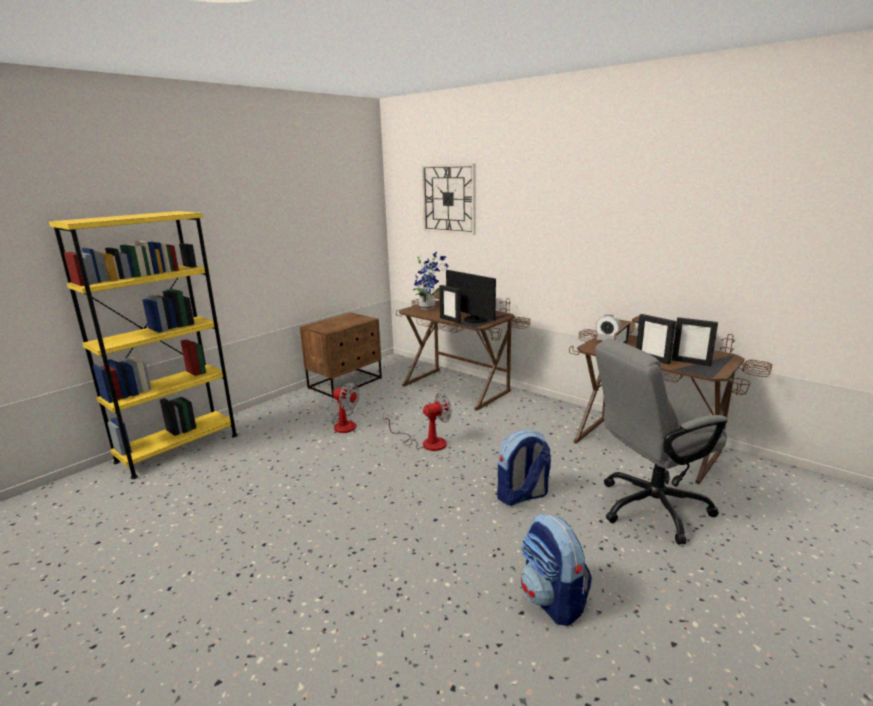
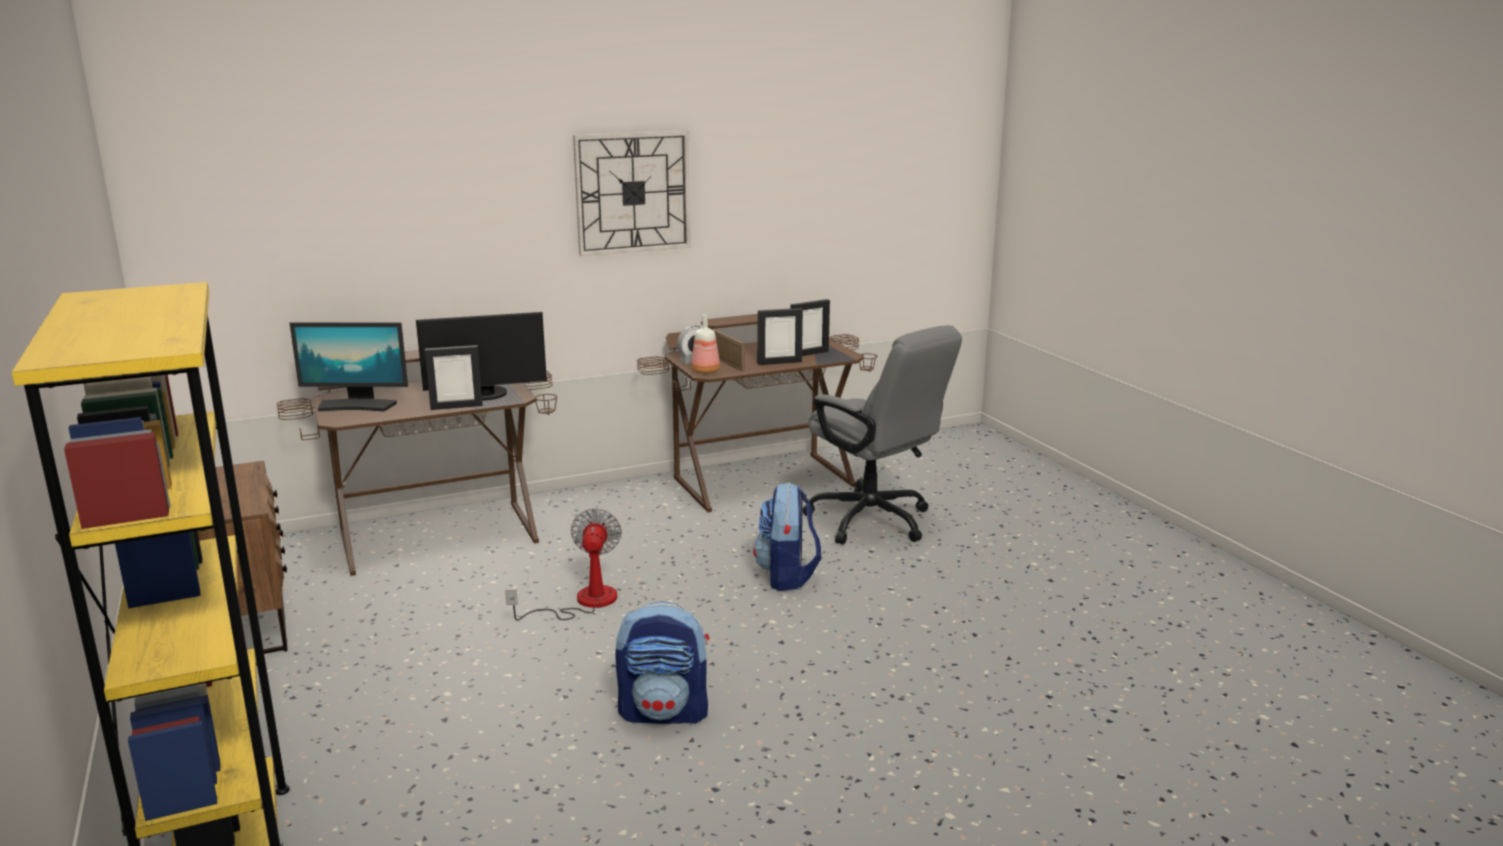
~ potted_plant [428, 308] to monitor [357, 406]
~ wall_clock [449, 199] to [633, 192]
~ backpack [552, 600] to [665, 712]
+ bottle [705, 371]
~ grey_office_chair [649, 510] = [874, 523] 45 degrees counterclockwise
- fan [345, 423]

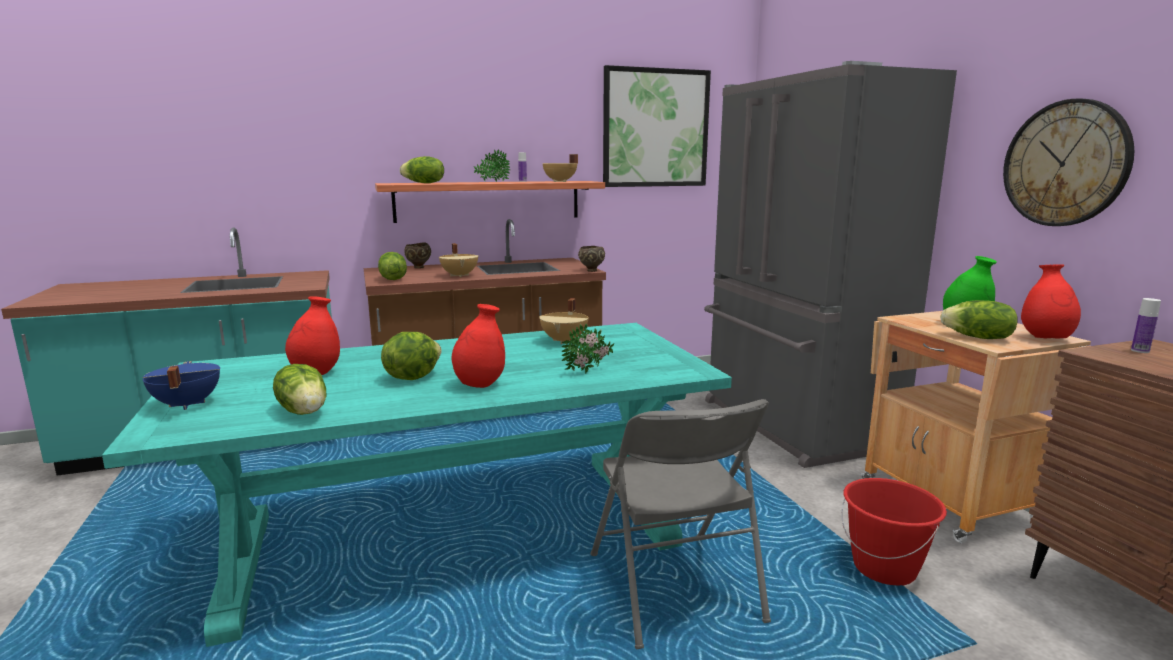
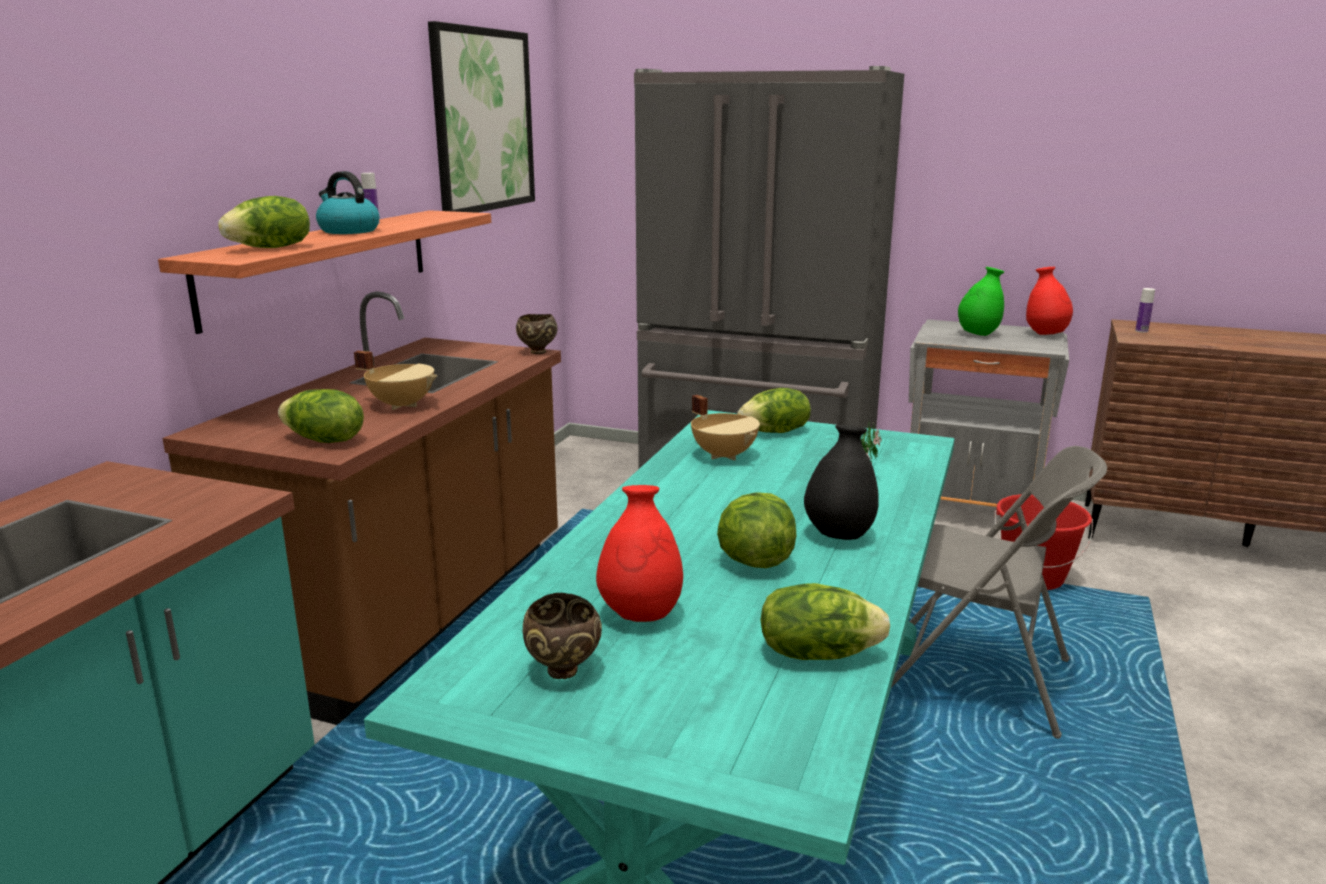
~ potted_plant [492, 182] to kettle [348, 231]
~ brown_bowl [418, 267] to [564, 672]
~ lettuce [978, 338] to [775, 432]
~ red_vase [480, 385] to black_vase [839, 535]
~ brown_cart [950, 504] to grey_cart [971, 508]
- blue_cooking_pot [185, 405]
- beige_cooking_pot [559, 181]
- wall_clock [1065, 163]

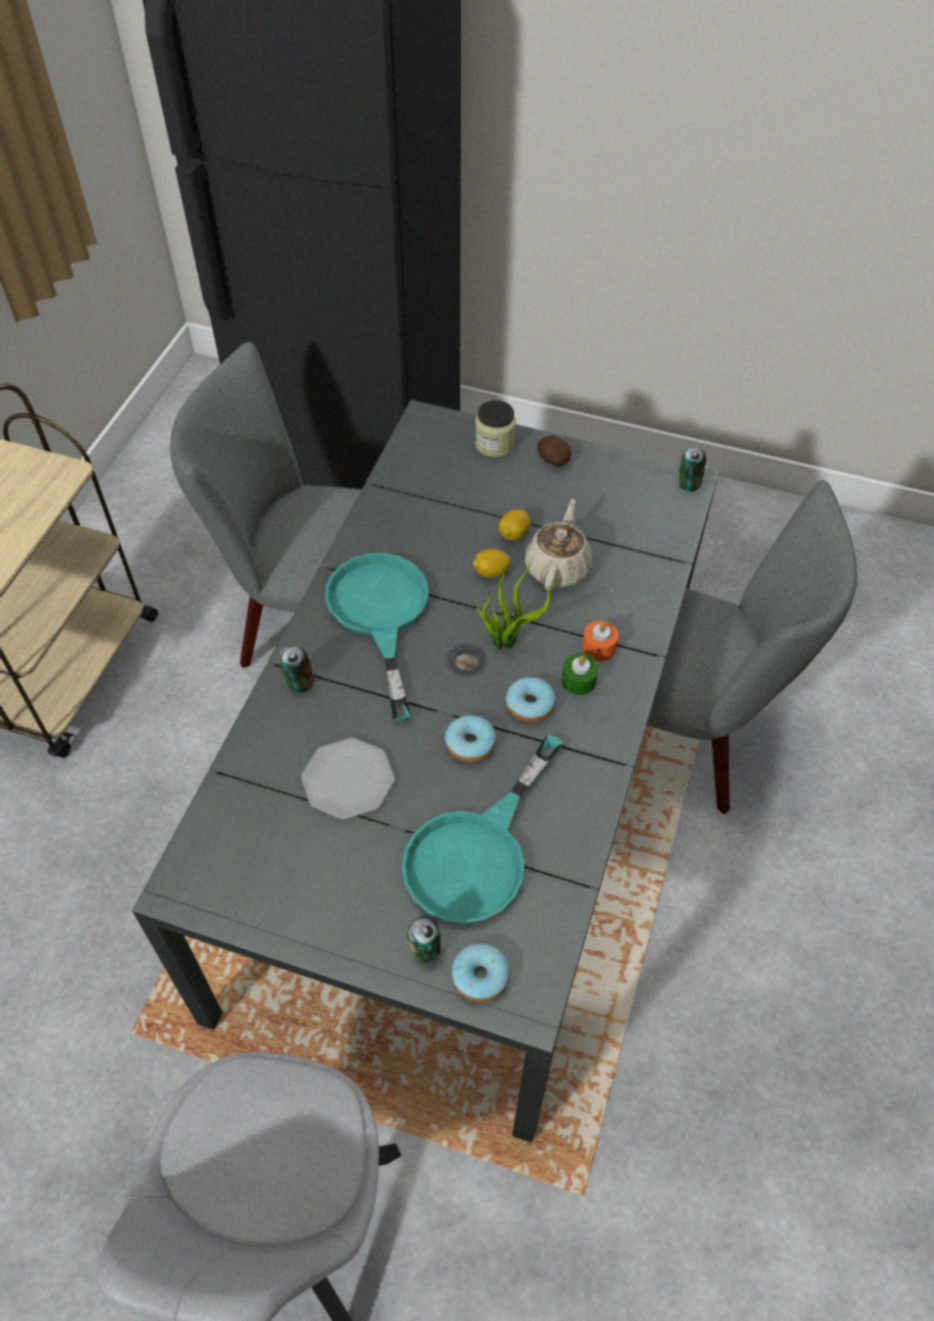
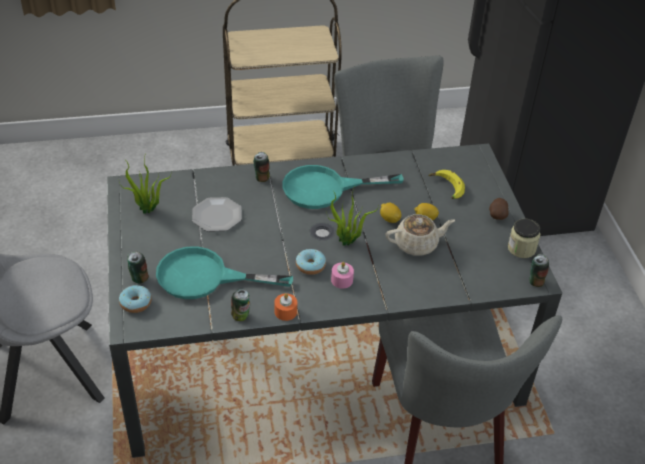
+ potted_plant [148, 210]
+ can [241, 316]
~ orange_candle [599, 647] to [285, 312]
~ turquoise_frying_pan [380, 615] = [325, 189] 150 degrees counterclockwise
~ green_candle [578, 680] to pink_candle [342, 280]
+ banana [446, 188]
~ jar [494, 444] to [521, 248]
- donut [470, 744]

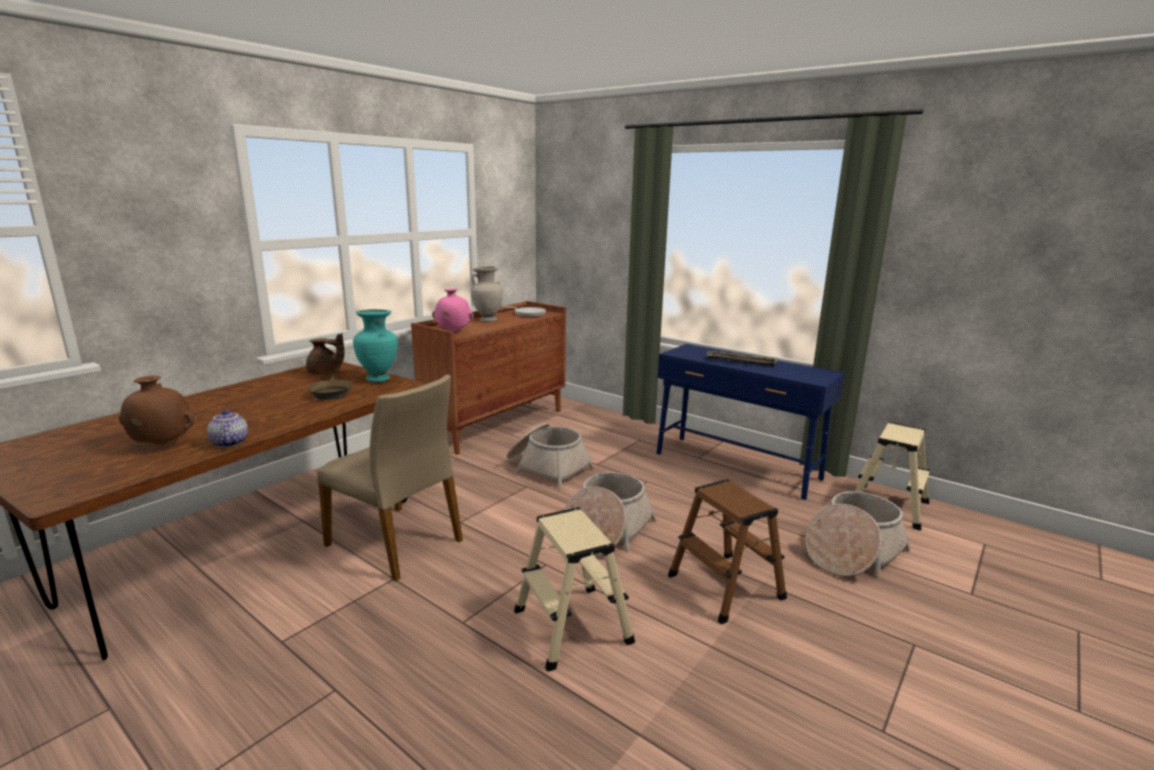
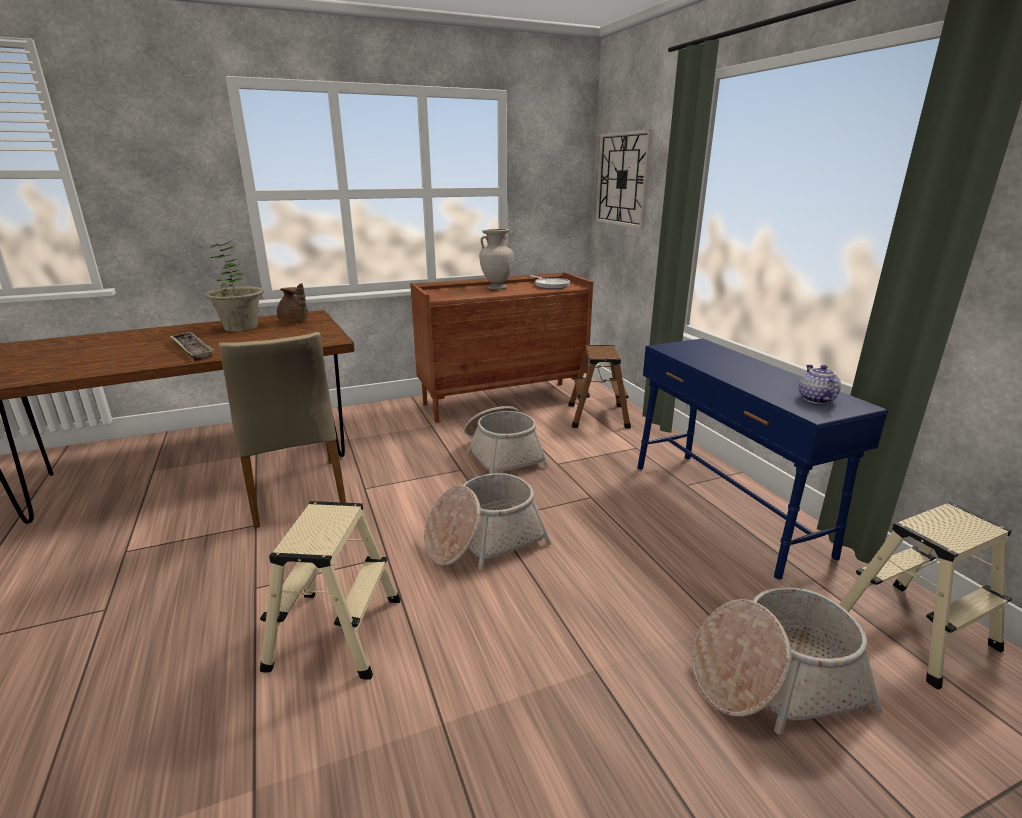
~ tray [741, 362] to [192, 350]
+ potted_plant [241, 327]
~ brown_step_ladder [726, 586] to [598, 416]
+ wall_clock [623, 179]
~ teapot [229, 443] to [815, 399]
- brown_vase [161, 444]
- brown_frying_pan [330, 393]
- turquoise_vase [379, 379]
- pink_vase [453, 331]

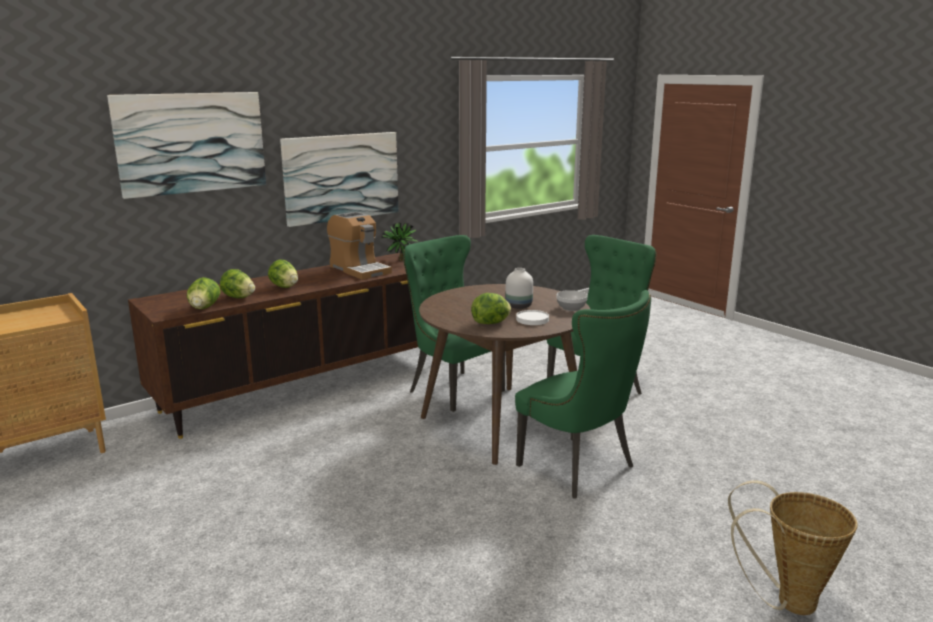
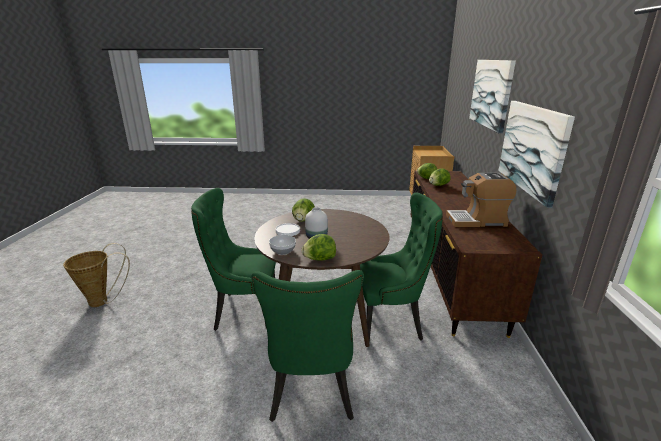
~ lettuce [284, 287] to [319, 259]
- potted_plant [401, 261]

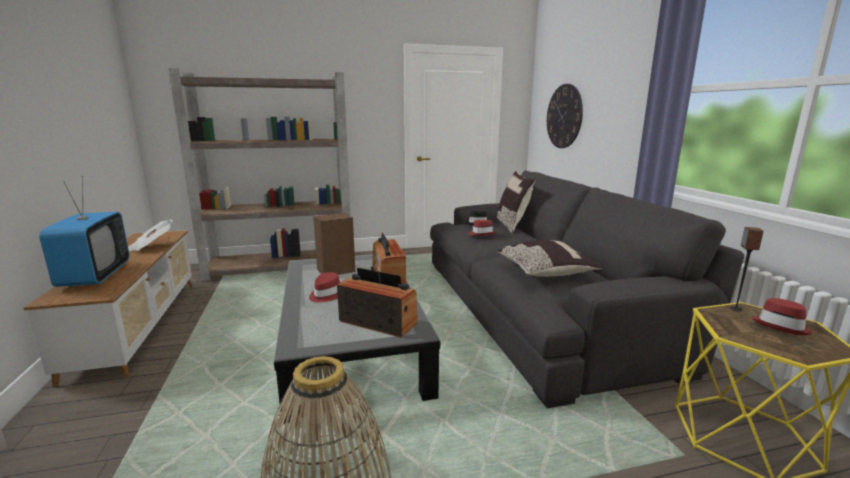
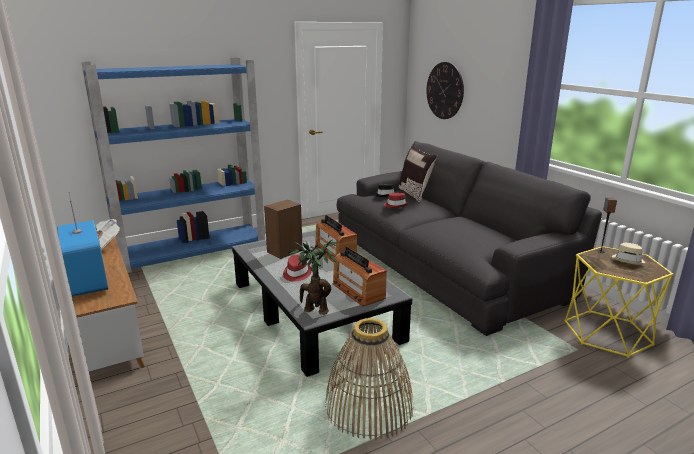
~ brown_bookcase [282, 266] to blue_bookcase [193, 250]
+ potted_plant [314, 309]
~ radio [378, 322] = [358, 291] 135 degrees counterclockwise
~ red_hat [781, 326] to beige_hat [628, 260]
- pillow [545, 271]

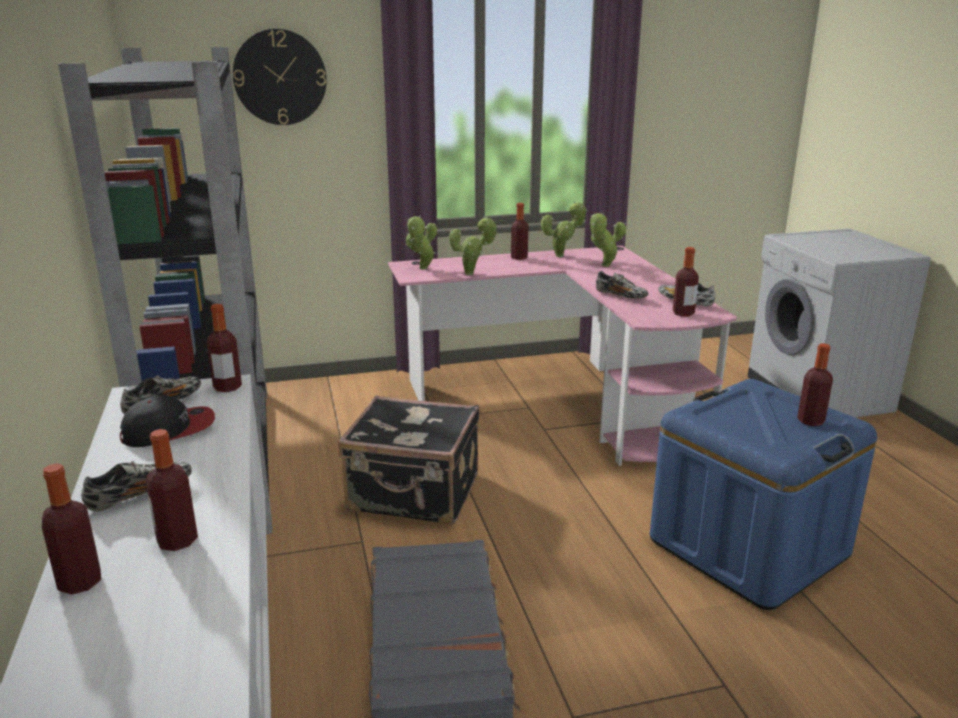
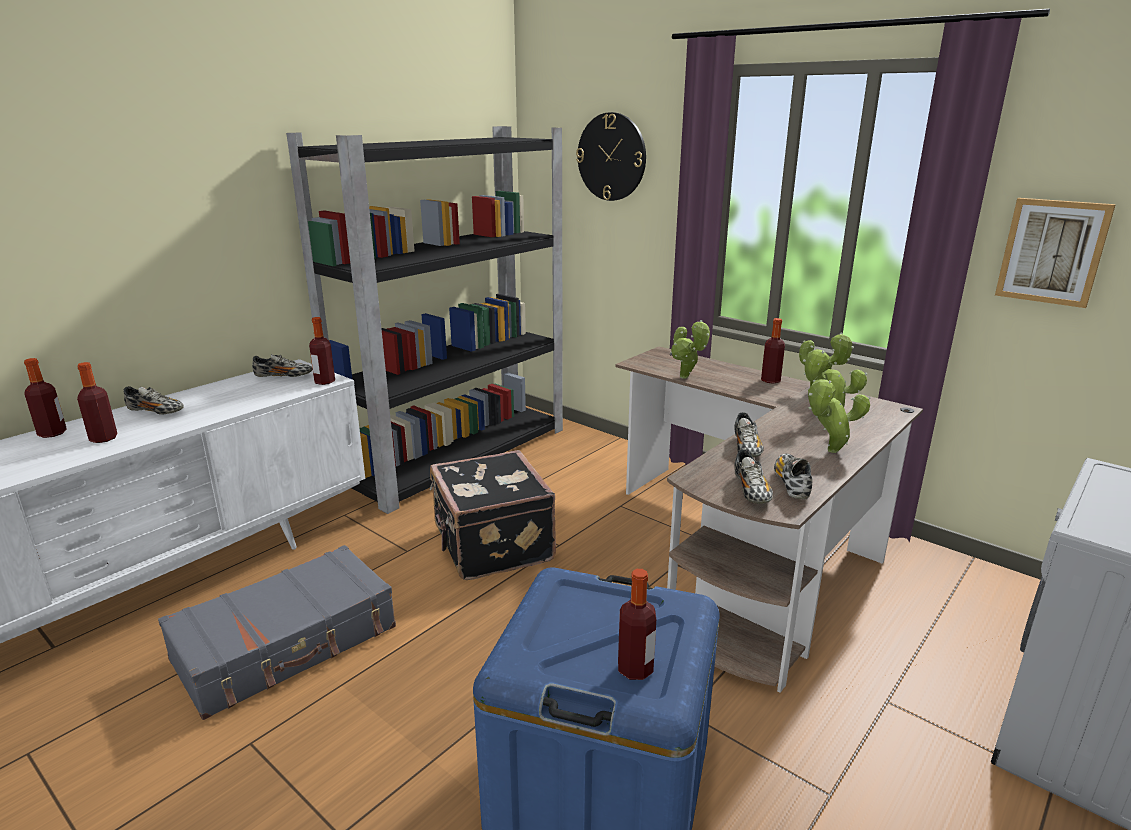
~ pink_desk [567, 400] to brown_desk [751, 556]
~ bottle [683, 313] to shoe [751, 492]
~ potted_plant [422, 269] to [829, 451]
+ picture [1052, 251]
- cap [169, 430]

